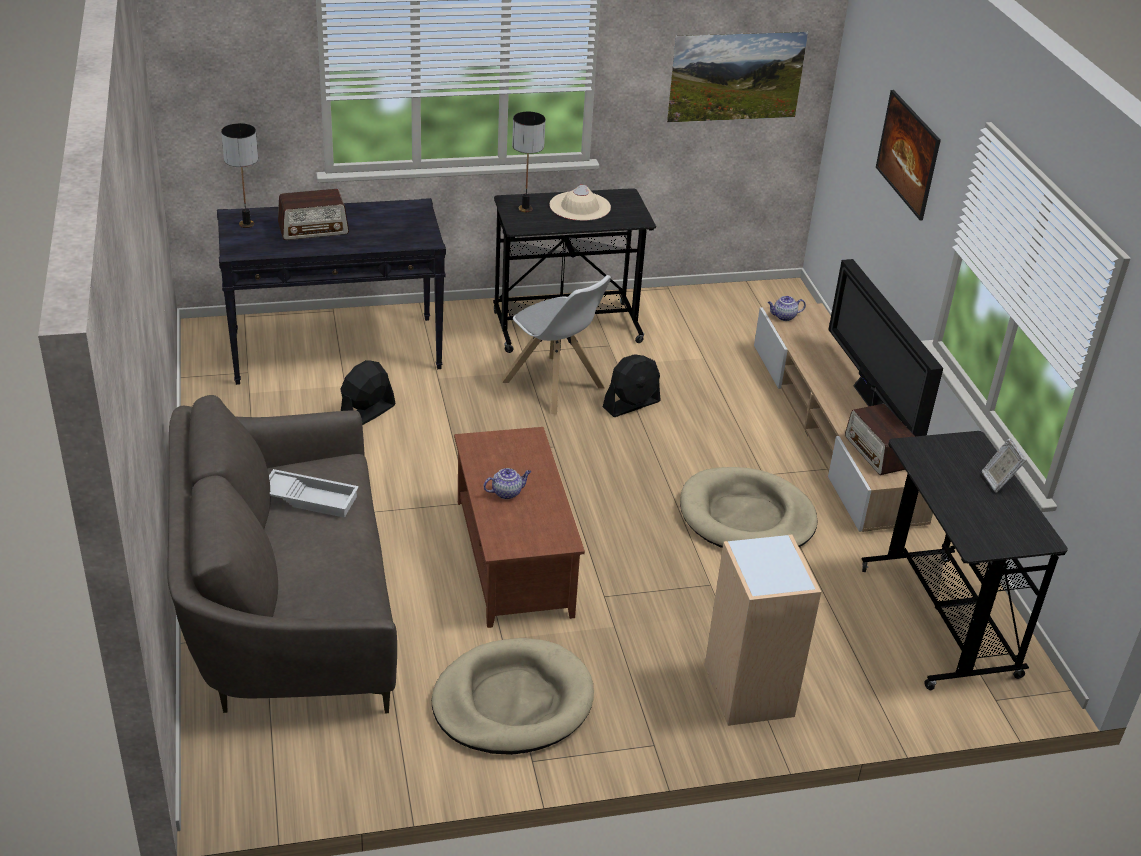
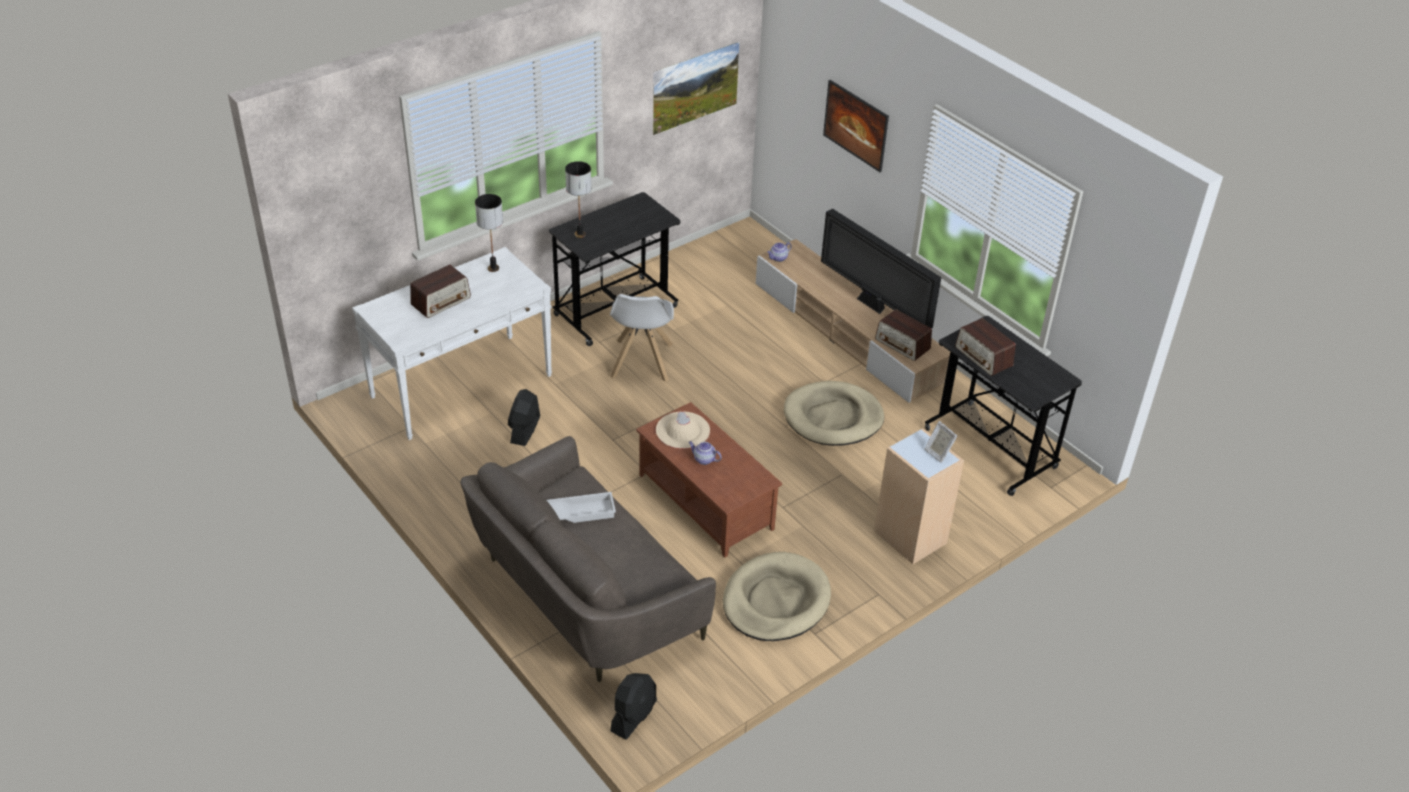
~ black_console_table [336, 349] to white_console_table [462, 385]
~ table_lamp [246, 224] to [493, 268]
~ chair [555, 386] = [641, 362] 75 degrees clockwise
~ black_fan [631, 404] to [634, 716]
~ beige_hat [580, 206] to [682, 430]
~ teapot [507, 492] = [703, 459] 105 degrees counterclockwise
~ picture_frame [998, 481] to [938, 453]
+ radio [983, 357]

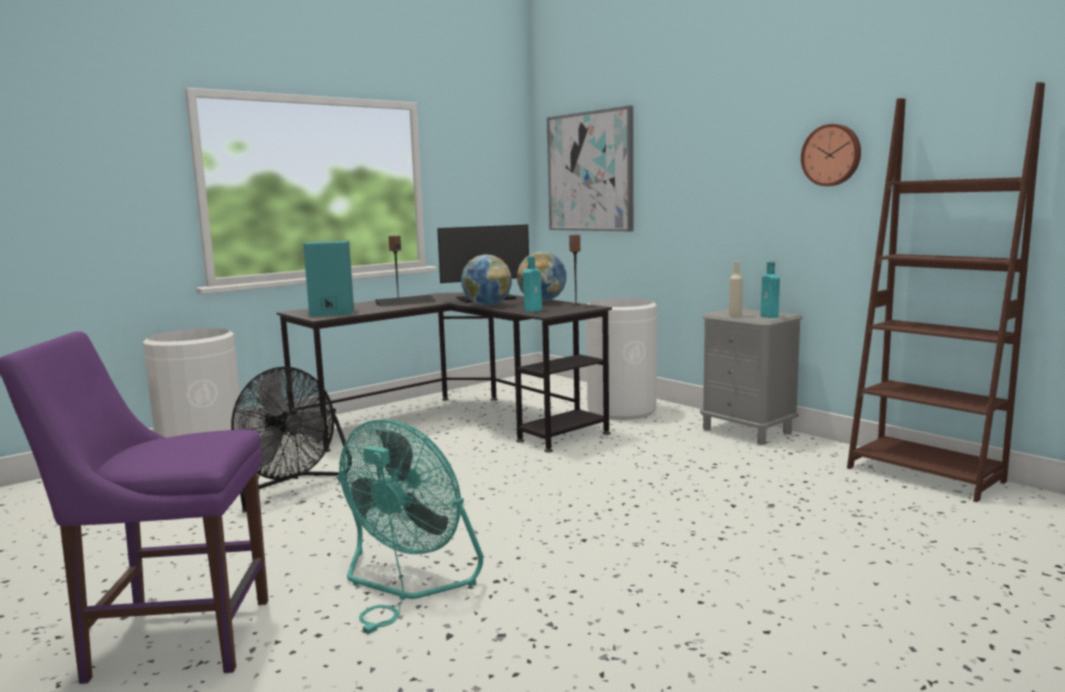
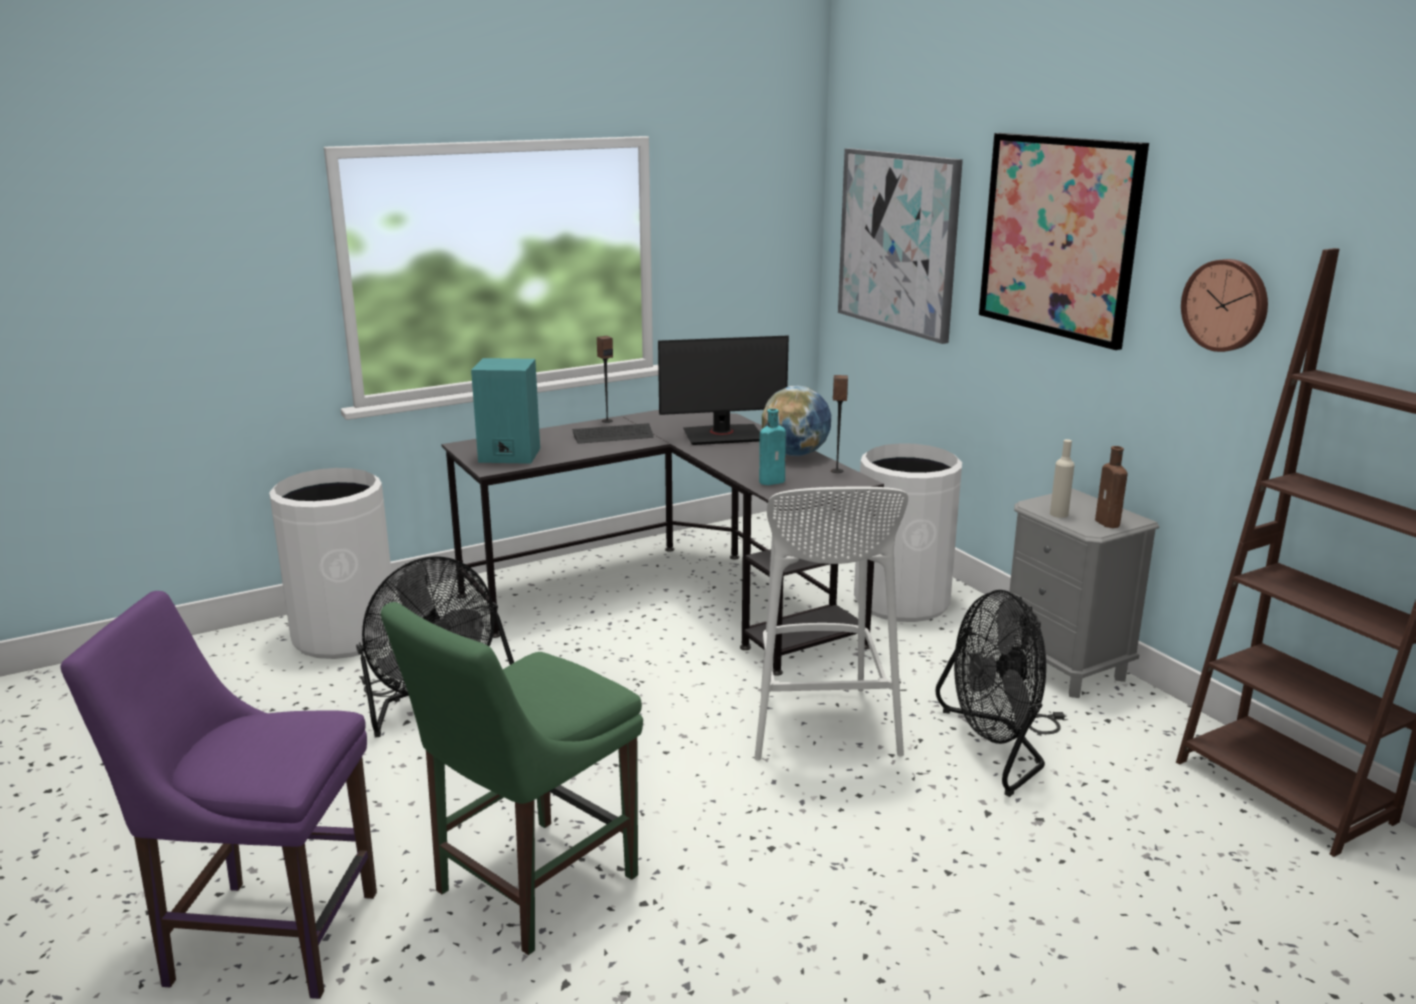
~ turquoise_fan [398, 583] to green_chair [528, 887]
+ white_stool [820, 725]
+ black_fan [1001, 744]
+ picture [1059, 236]
~ turquoise_bottle [770, 316] to brown_bottle [1108, 523]
- globe [487, 305]

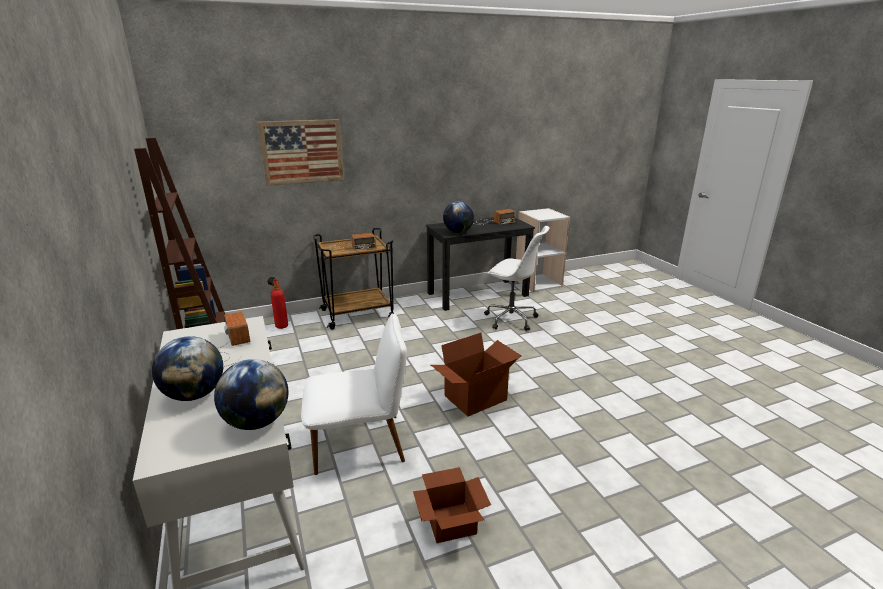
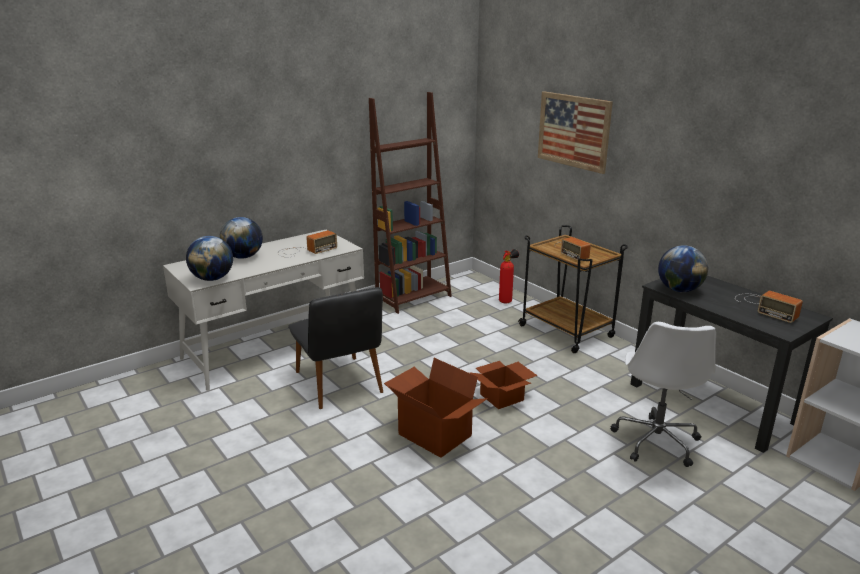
~ white_chair [358, 443] to black_chair [338, 382]
~ cardboard_box [451, 521] to [503, 397]

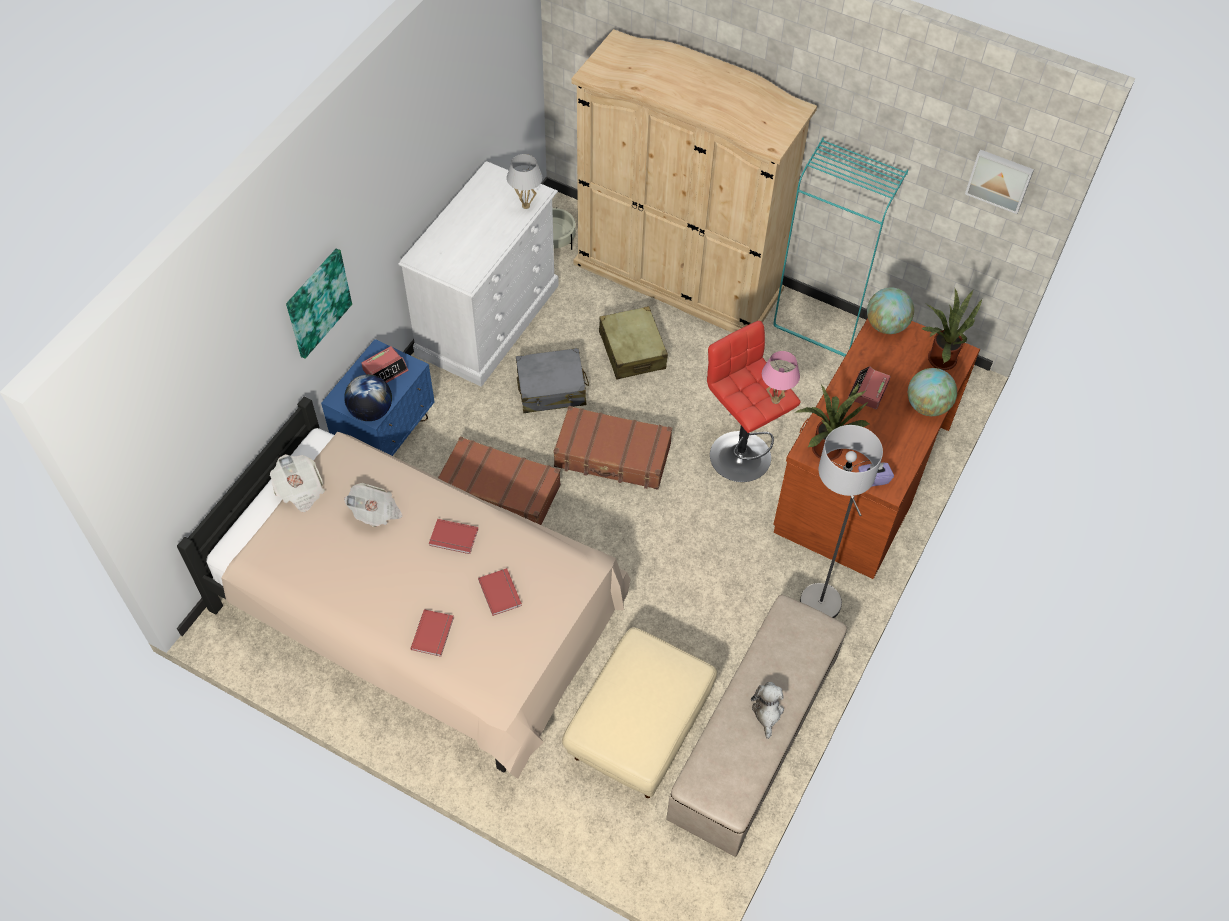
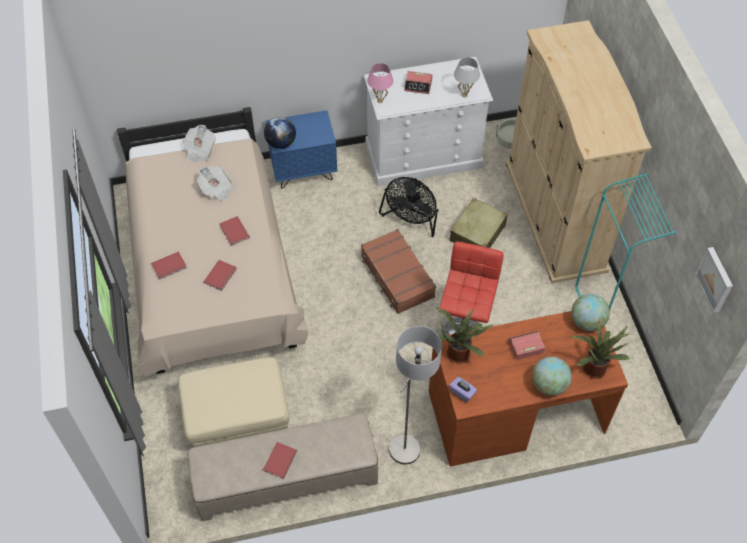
~ plush_toy [767, 712] to red_book [279, 460]
~ pink_table_lamp [776, 400] to [380, 101]
~ grey_suitcase [551, 389] to black_fan [410, 217]
~ alarm_clock [385, 370] to [418, 85]
- picture [317, 302]
- brown_suitcase [499, 492]

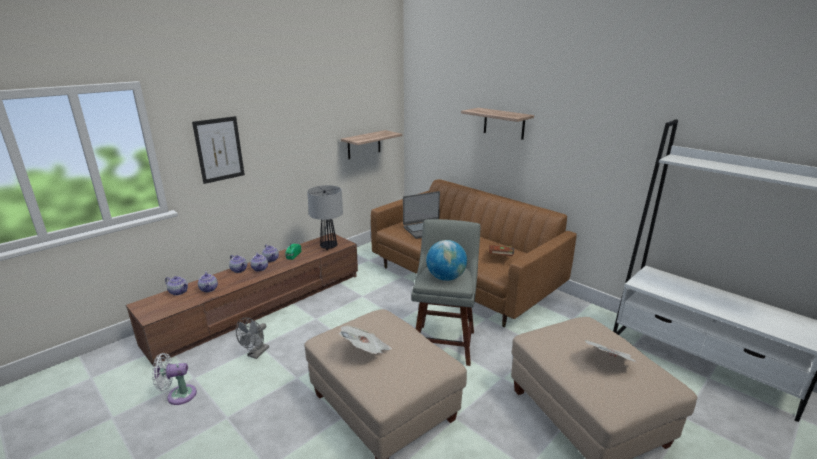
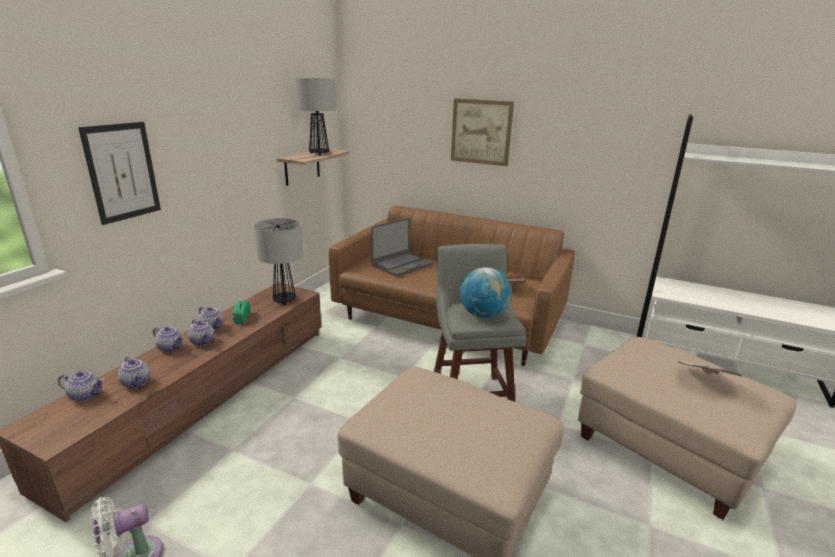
+ table_lamp [318, 153]
~ shelf [504, 123] to picture [481, 132]
- grey_fan [256, 354]
- newspaper [366, 351]

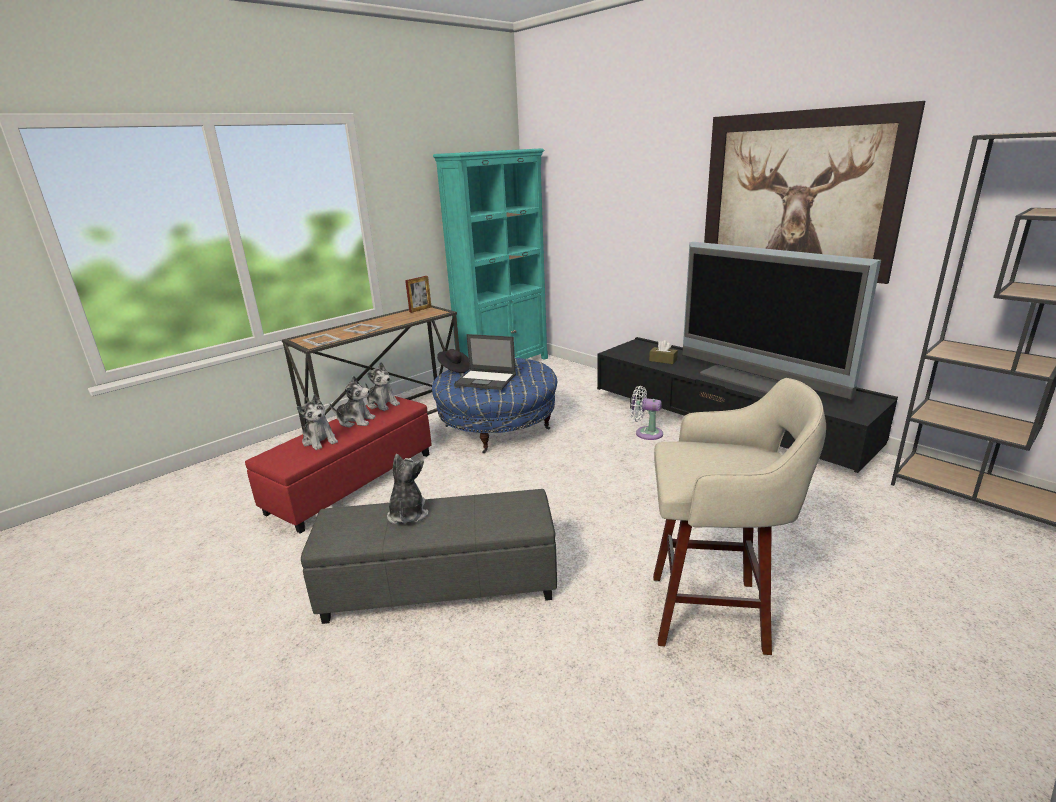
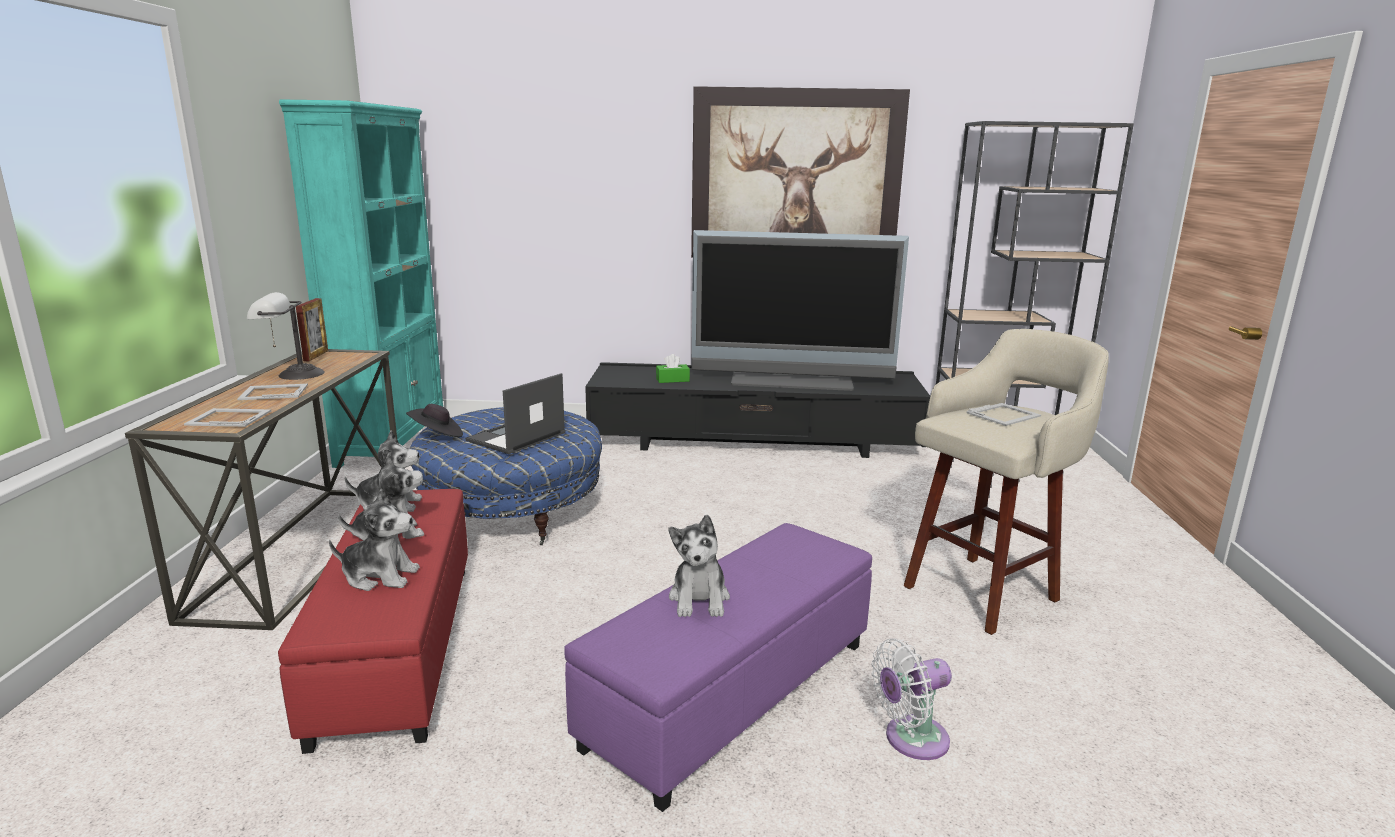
+ table_lamp [291, 374]
~ laptop [486, 380] = [515, 437] 150 degrees clockwise
~ grey_ottoman [440, 586] to purple_ottoman [733, 694]
~ brown_tissue_box [663, 360] to green_tissue_box [672, 380]
~ plush_toy [408, 514] = [699, 599] 135 degrees counterclockwise
~ white_fan [646, 433] to [910, 739]
+ picture_frame [1004, 414]

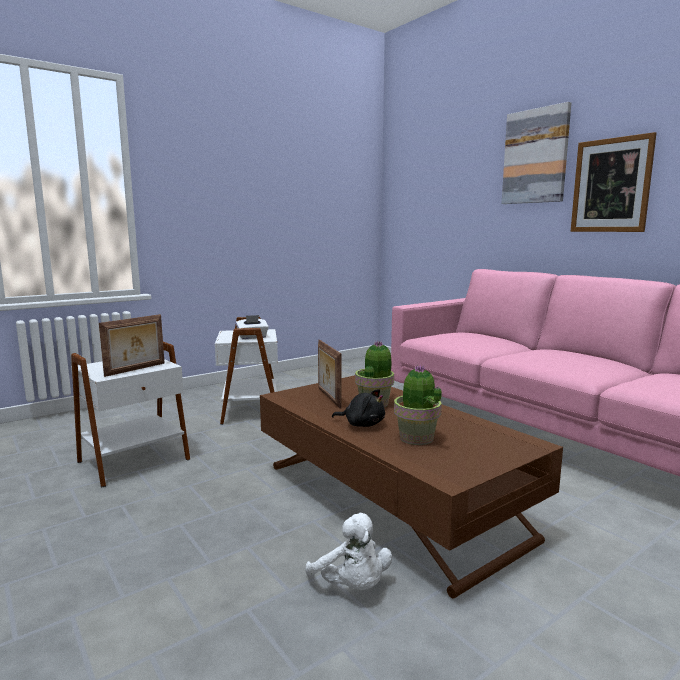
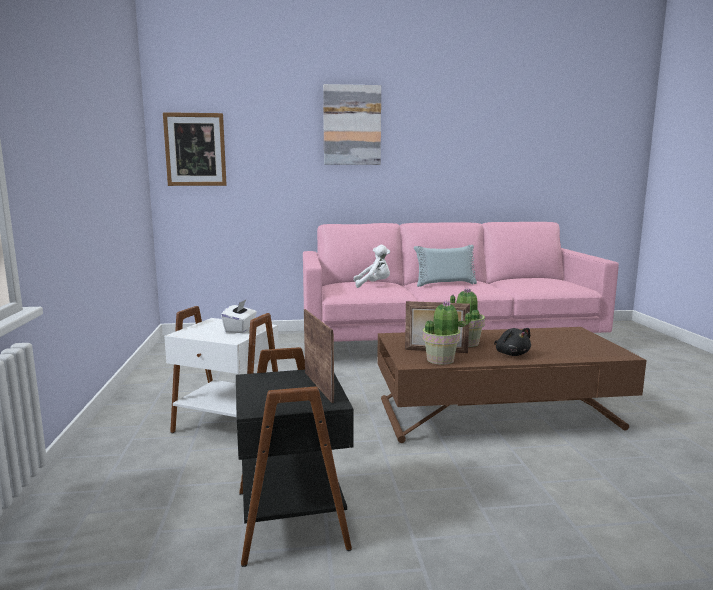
~ picture [611, 185] to [195, 149]
~ white_side_table [135, 461] to black_side_table [294, 518]
~ white_plush_toy [352, 586] to [373, 285]
+ blue_pillow [445, 284]
~ potted_plant [416, 438] to [441, 360]
~ black_plush_toy [362, 424] = [511, 354] 105 degrees clockwise

